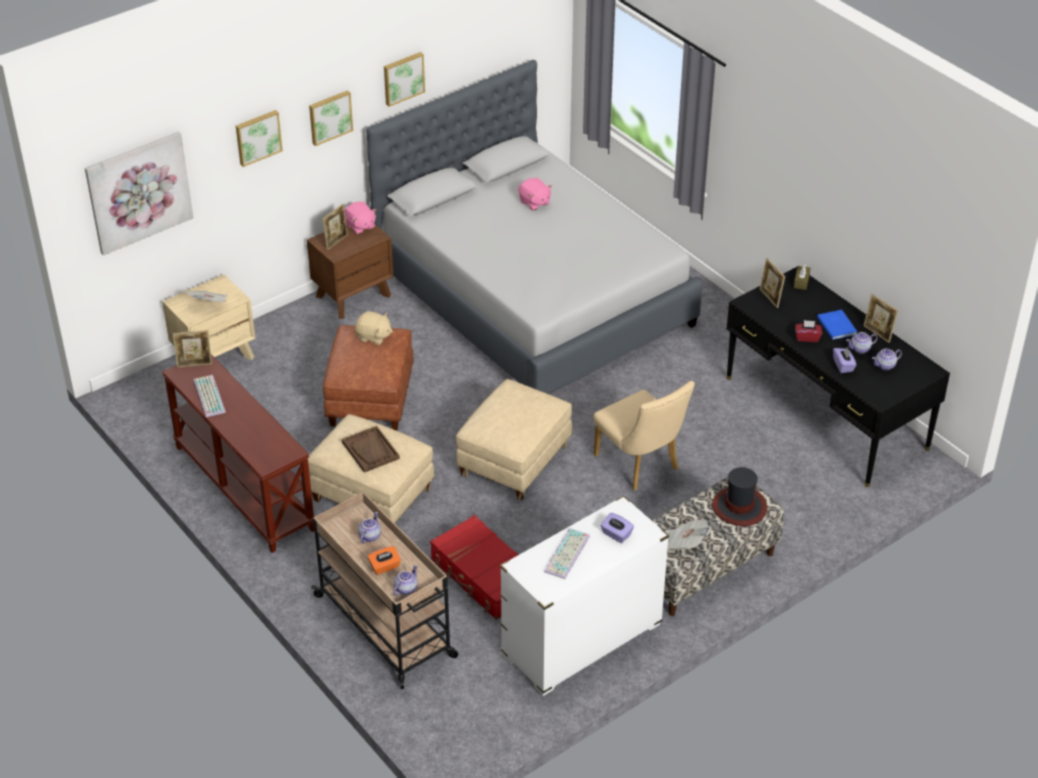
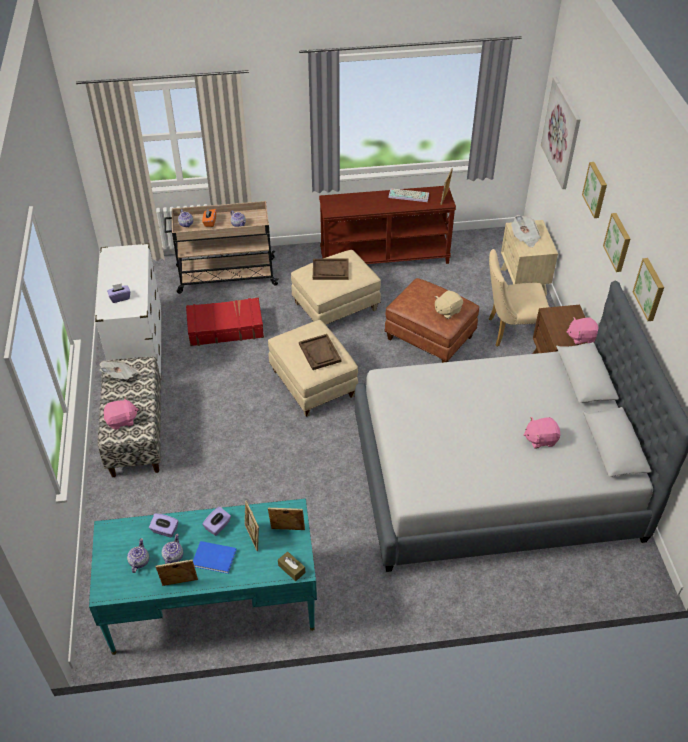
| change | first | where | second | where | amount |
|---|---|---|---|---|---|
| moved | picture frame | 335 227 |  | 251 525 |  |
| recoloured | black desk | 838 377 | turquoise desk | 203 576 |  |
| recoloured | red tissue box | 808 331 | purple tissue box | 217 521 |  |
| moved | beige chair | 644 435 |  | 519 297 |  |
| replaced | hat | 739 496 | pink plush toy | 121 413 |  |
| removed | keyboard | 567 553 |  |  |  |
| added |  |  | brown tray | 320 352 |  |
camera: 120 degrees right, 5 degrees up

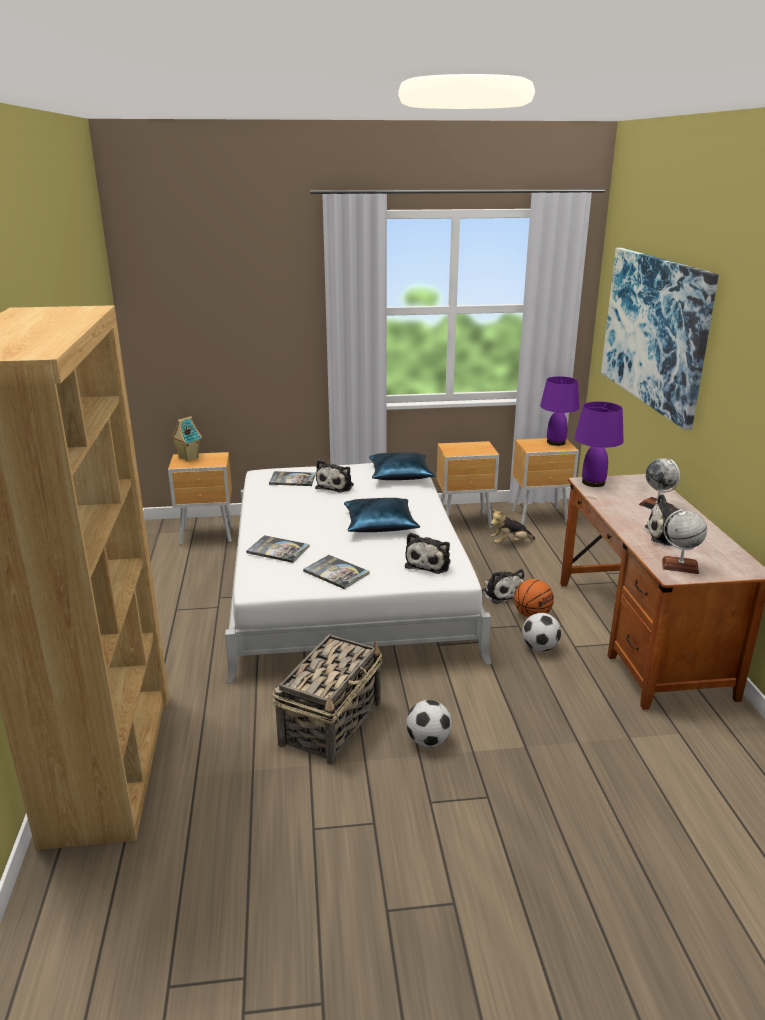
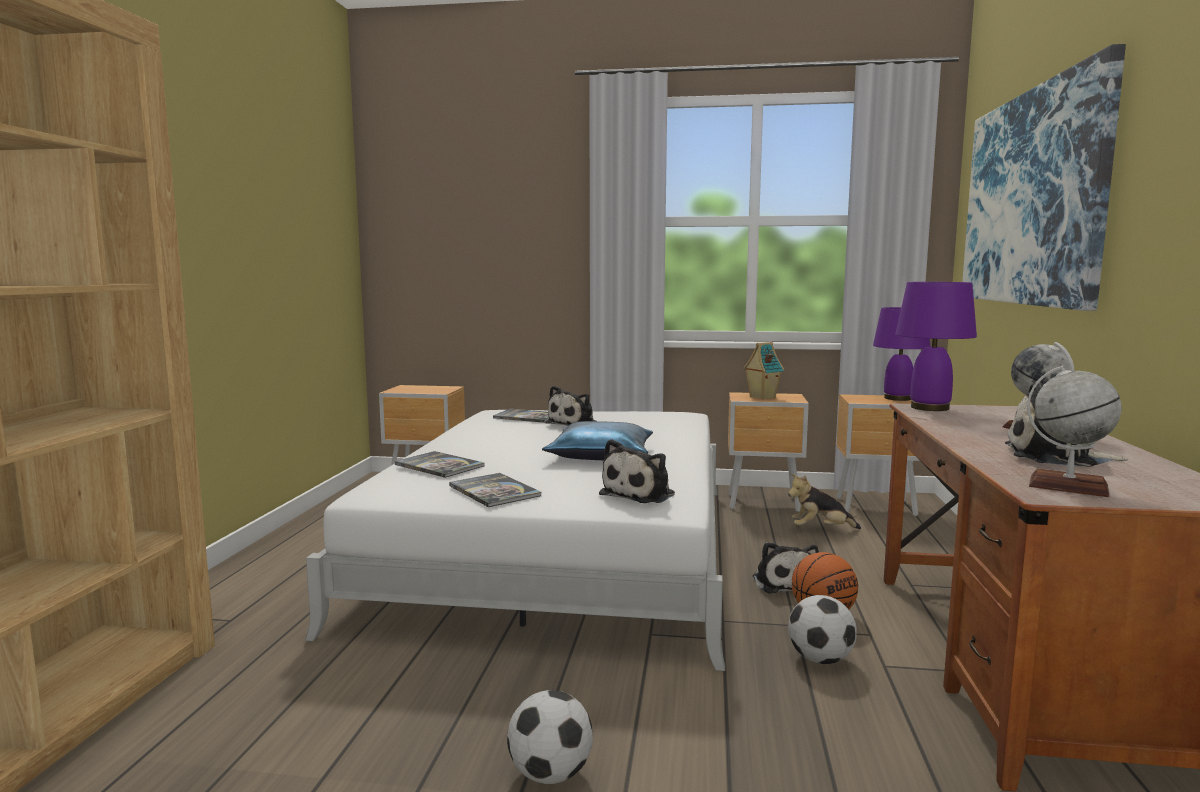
| change | first | where | second | where | amount |
|---|---|---|---|---|---|
| moved | toy house | 186 438 |  | 764 370 |  |
| removed | blue pillow | 402 466 |  |  |  |
| removed | basket | 327 699 |  |  |  |
camera: 15 degrees right, 15 degrees down

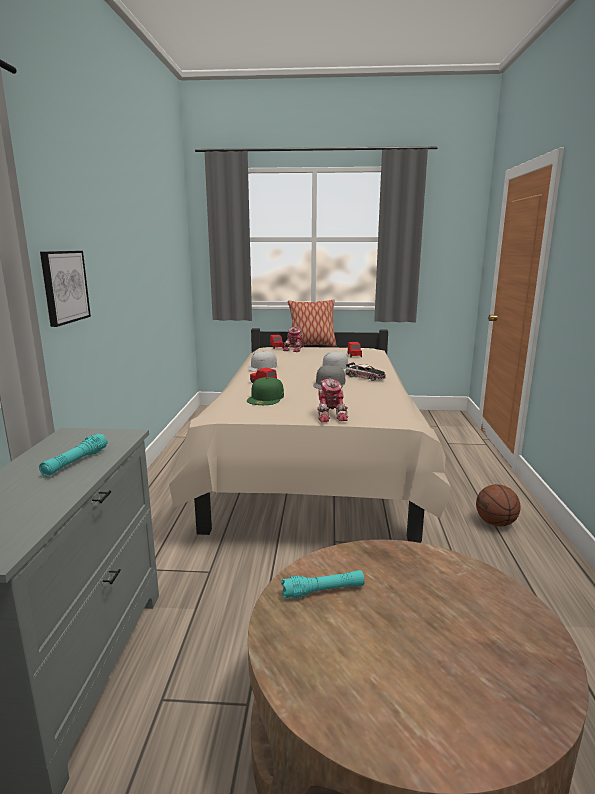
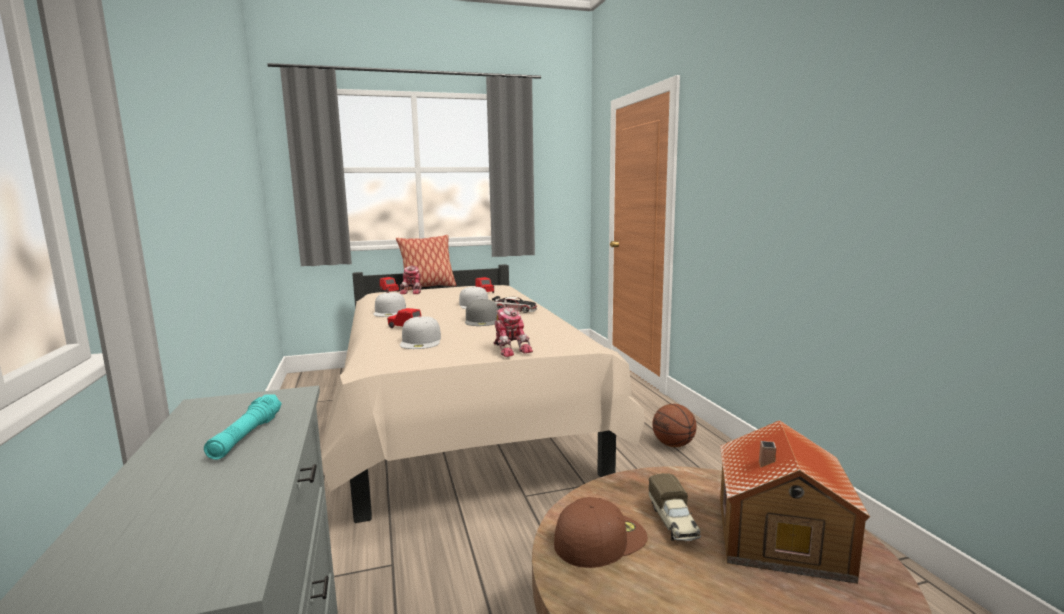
| change | first | where | second | where | amount |
|---|---|---|---|---|---|
| removed | picture | 65 289 |  |  |  |
| recoloured | green cap | 265 391 | white cap | 420 332 |  |
| replaced | turquoise flashlight | 323 584 | brown cap | 601 532 |  |
| added |  |  | toy house | 795 502 |  |
| added |  |  | toy truck | 675 507 |  |
camera: 20 degrees left, 5 degrees down

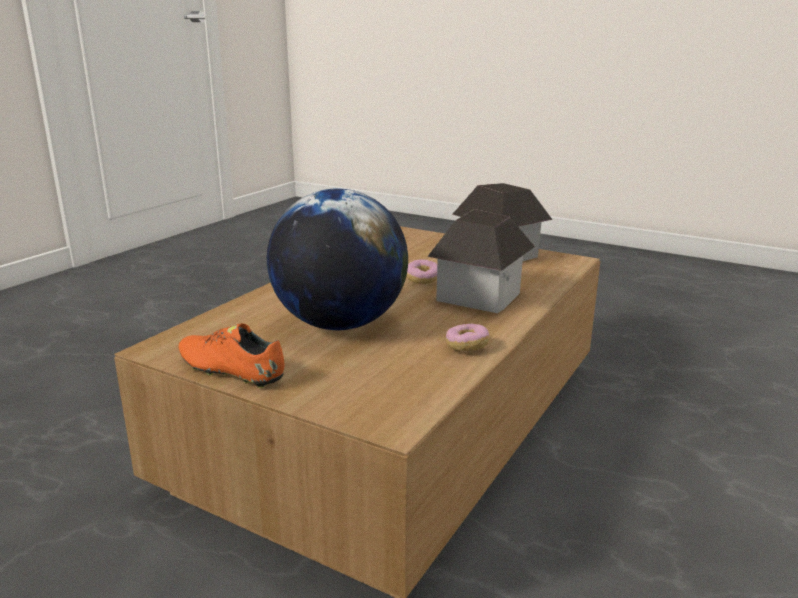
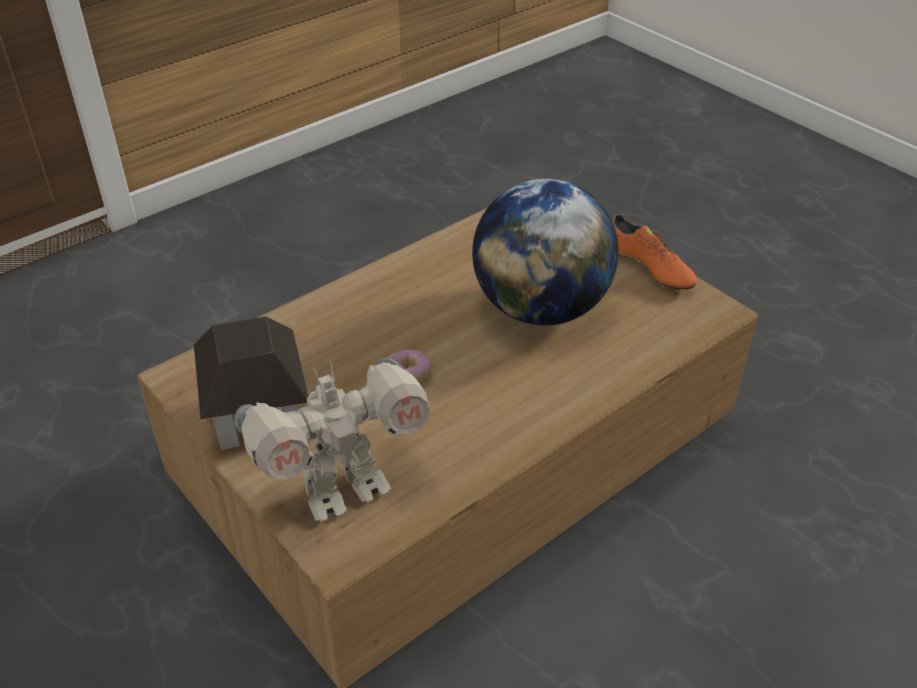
| change | first | where | second | where | amount |
|---|---|---|---|---|---|
| removed | toy house | 481 261 |  |  |  |
| removed | donut | 468 337 |  |  |  |
| added |  |  | toy robot | 332 440 |  |
camera: 160 degrees left, 20 degrees up

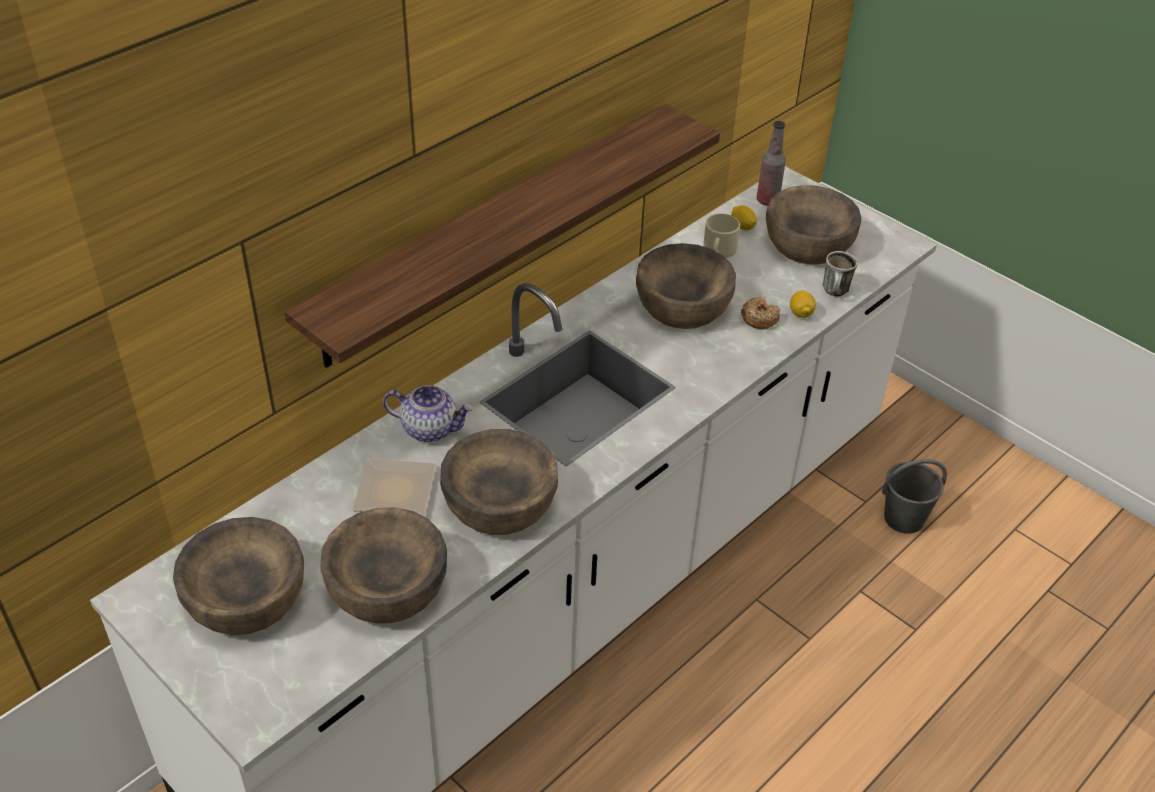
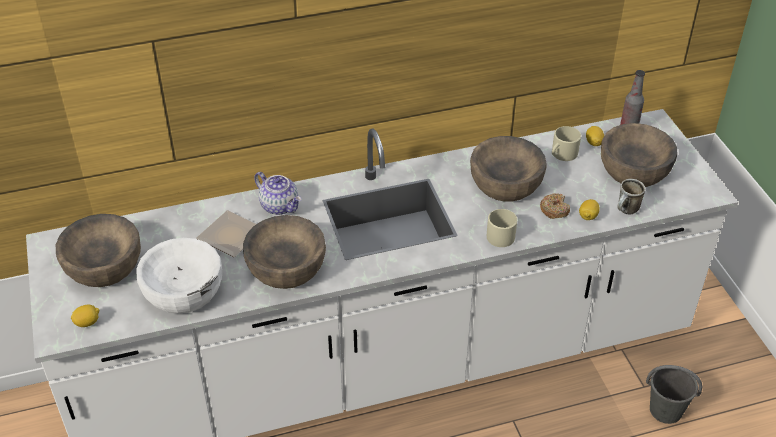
| change | first | where | second | where | amount |
|---|---|---|---|---|---|
| removed | shelf | 502 236 |  |  |  |
| recoloured | brown bowl | 383 565 | white bowl | 179 276 |  |
| added |  |  | beige mug | 502 228 |  |
| added |  |  | lemon | 85 316 |  |
camera: 30 degrees right, 0 degrees up

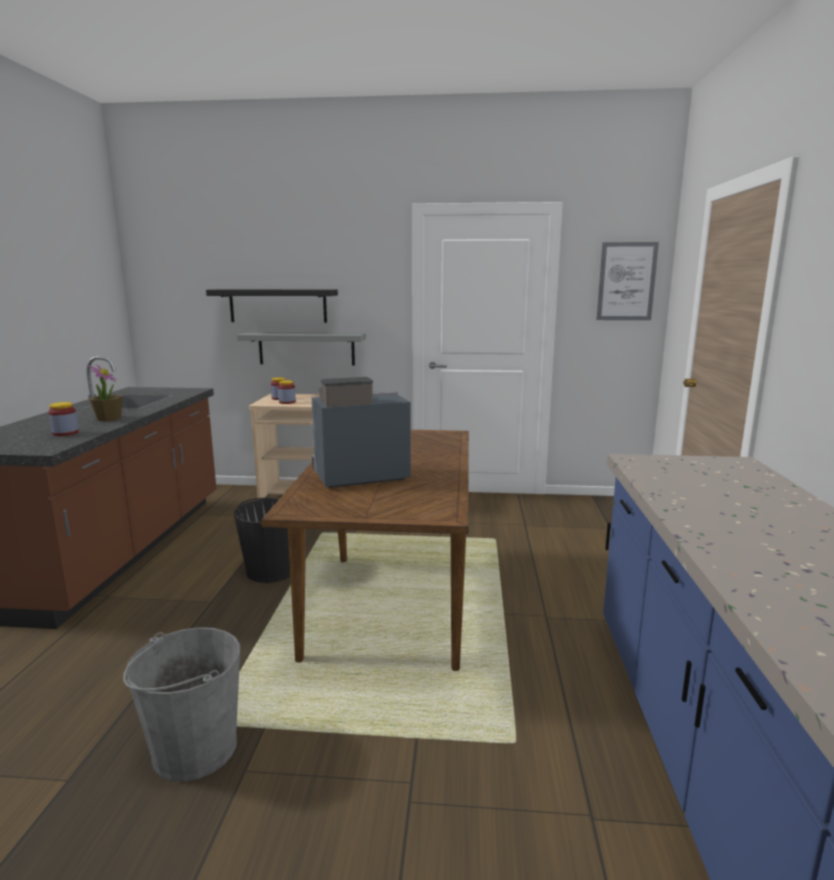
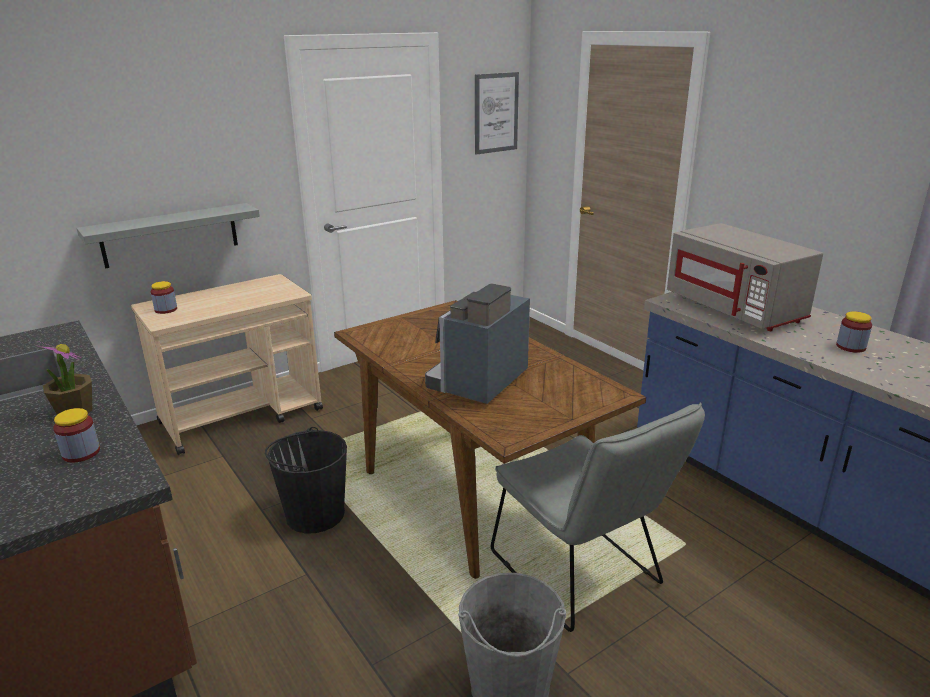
| change | first | where | second | where | amount |
|---|---|---|---|---|---|
| removed | black shelf | 272 306 |  |  |  |
| moved | jar | 287 392 |  | 854 332 |  |
| added |  |  | grey microwave | 745 277 |  |
| added |  |  | grey chair | 598 517 |  |
camera: 40 degrees left, 10 degrees up

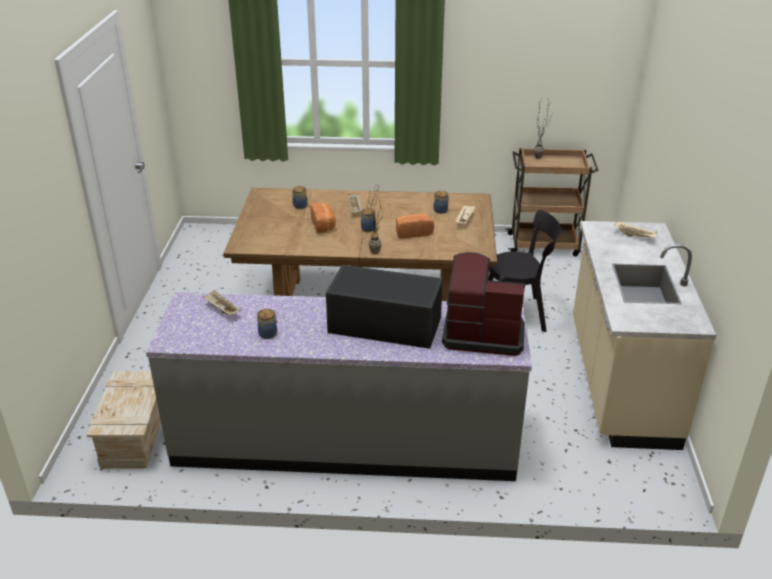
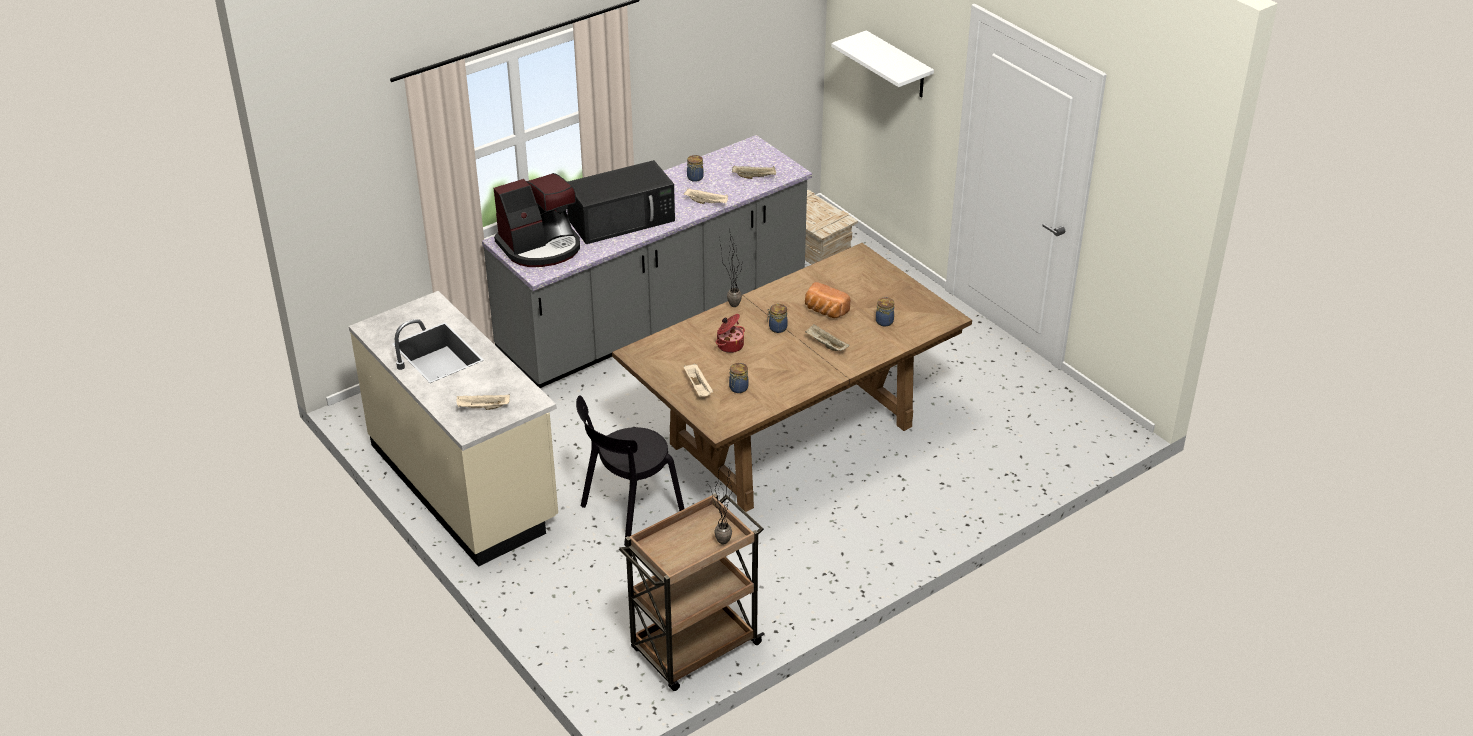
| change | first | where | second | where | amount |
|---|---|---|---|---|---|
| replaced | bread | 415 226 | cooking pot | 730 333 |  |
| added |  |  | white shelf | 882 64 |  |
| added |  |  | beige tray | 706 196 |  |
camera: 140 degrees right, 5 degrees up

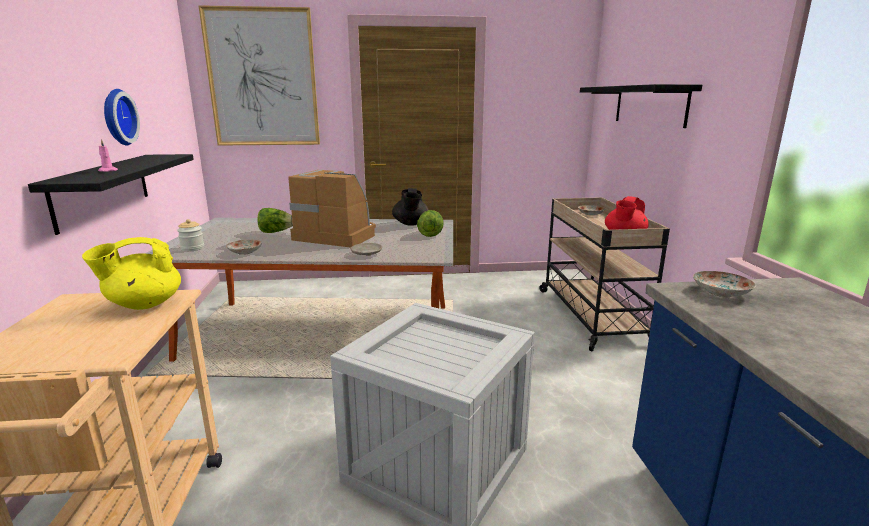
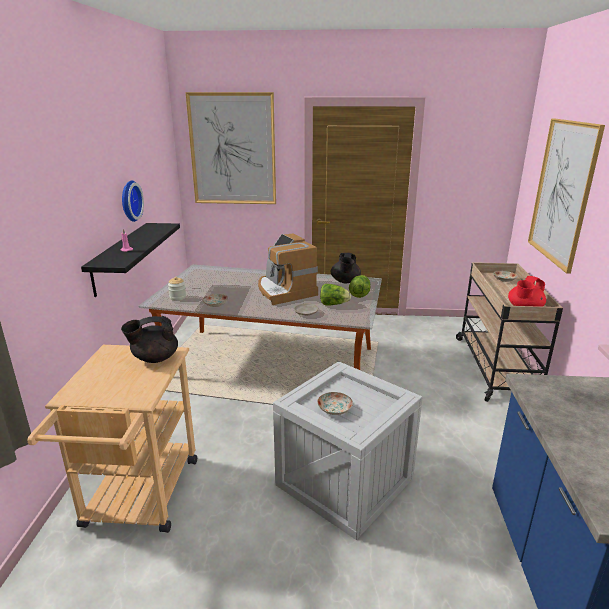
| change | first | where | second | where | amount |
|---|---|---|---|---|---|
| replaced | black shelf | 641 106 | picture | 566 196 |  |
| turned | coffee machine | 332 209 |  | 288 269 | 150 degrees counterclockwise |
| moved | lettuce | 275 220 |  | 335 295 |  |
| recoloured | yellow teapot | 131 273 | black teapot | 149 339 |  |
| moved | plate | 724 284 |  | 335 403 |  |
camera: 10 degrees right, 5 degrees up

